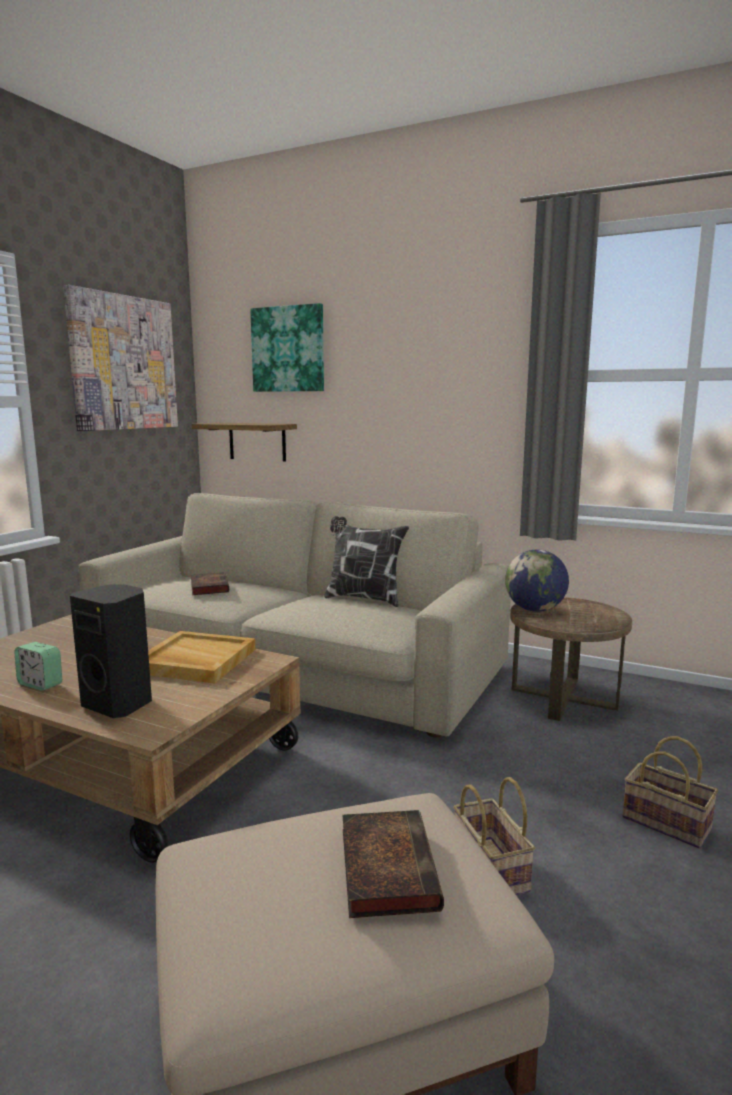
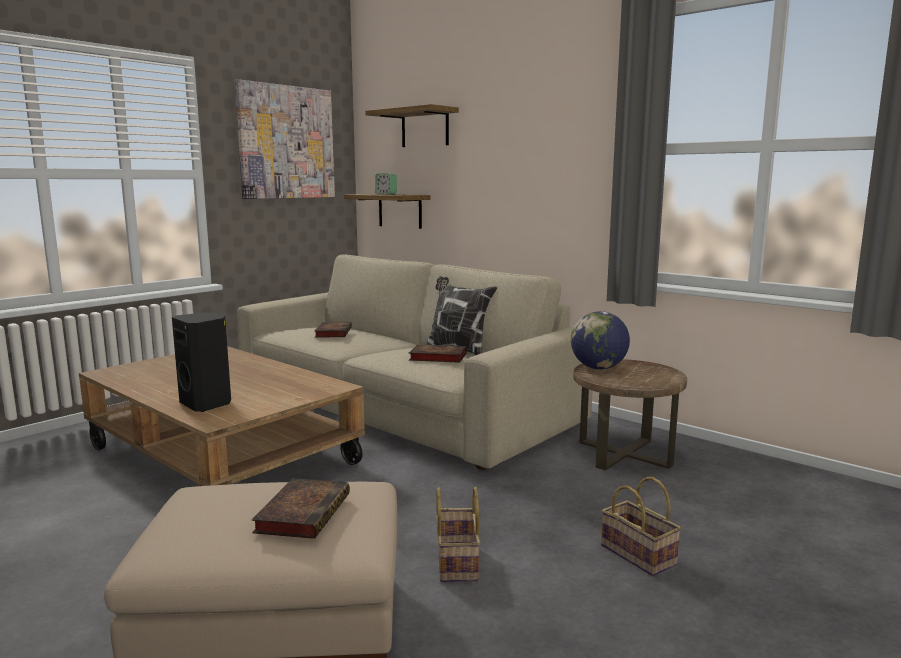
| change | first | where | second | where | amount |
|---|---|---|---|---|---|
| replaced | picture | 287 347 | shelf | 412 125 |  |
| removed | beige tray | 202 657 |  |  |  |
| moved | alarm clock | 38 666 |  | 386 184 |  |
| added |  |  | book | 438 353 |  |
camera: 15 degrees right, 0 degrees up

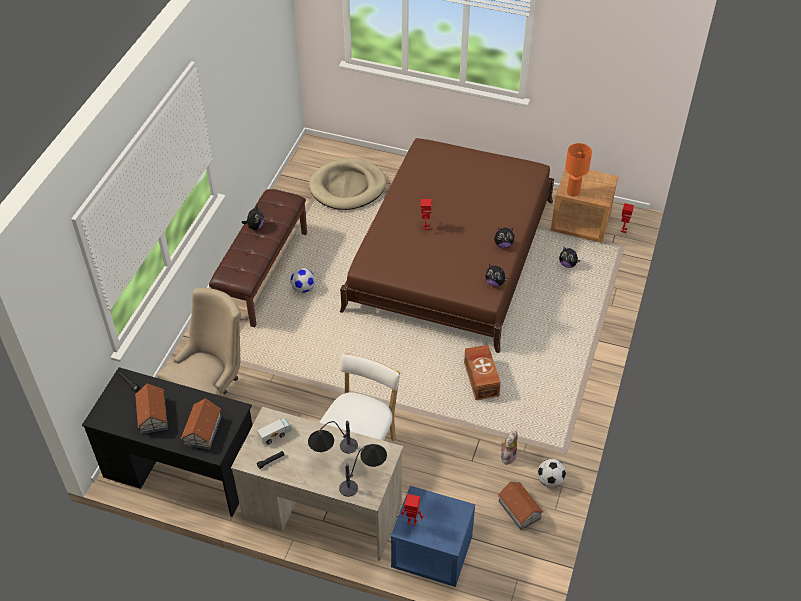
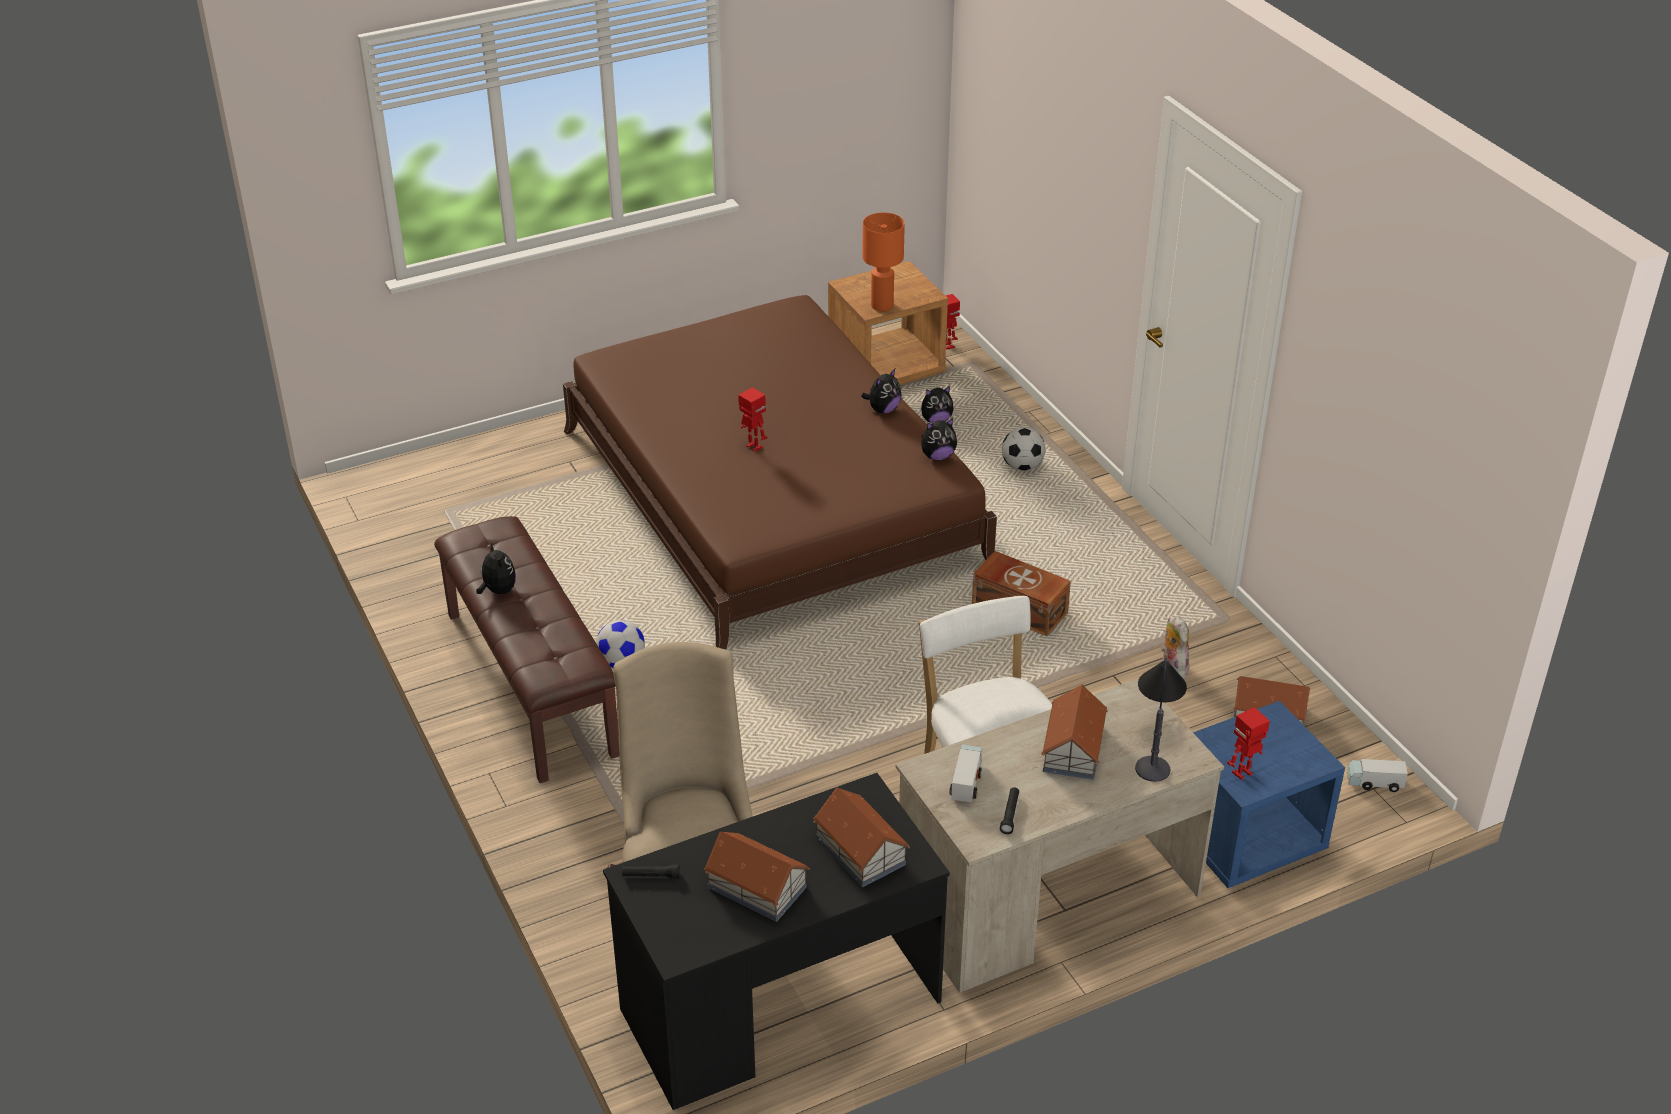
| change | first | where | second | where | amount |
|---|---|---|---|---|---|
| removed | beige dog bed | 347 184 |  |  |  |
| replaced | table lamp | 333 437 | toy house | 1074 732 |  |
| moved | football | 551 473 |  | 1023 449 |  |
| added |  |  | toy truck | 1377 775 |  |
camera: 45 degrees left, 10 degrees down

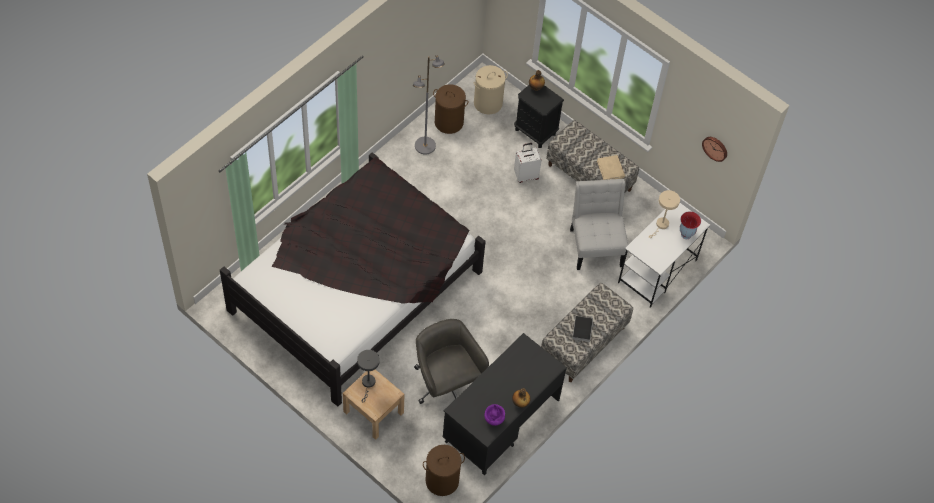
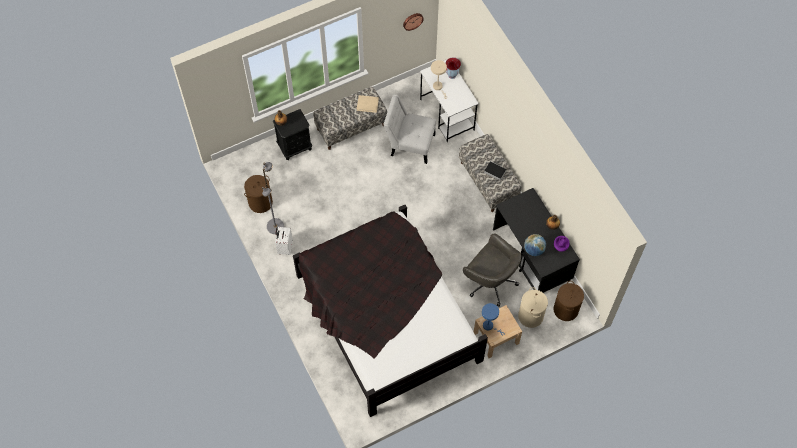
| change | first | where | second | where | amount |
|---|---|---|---|---|---|
| moved | beige laundry basket | 491 89 |  | 533 307 |  |
| moved | white suitcase | 528 163 |  | 284 241 |  |
| turned | grey office chair | 451 361 |  | 492 270 | 135 degrees counterclockwise |
| recoloured | grey table lamp | 368 376 | blue table lamp | 493 319 |  |
| added |  |  | globe | 535 245 |  |
camera: 65 degrees left, 5 degrees up

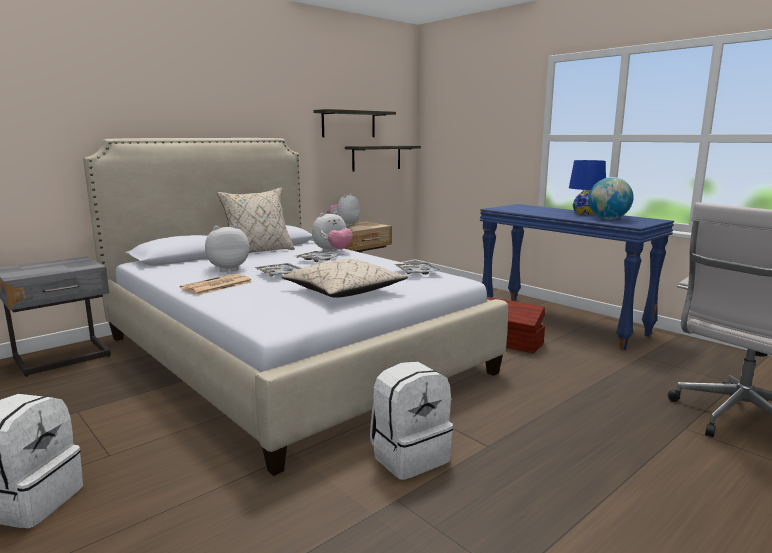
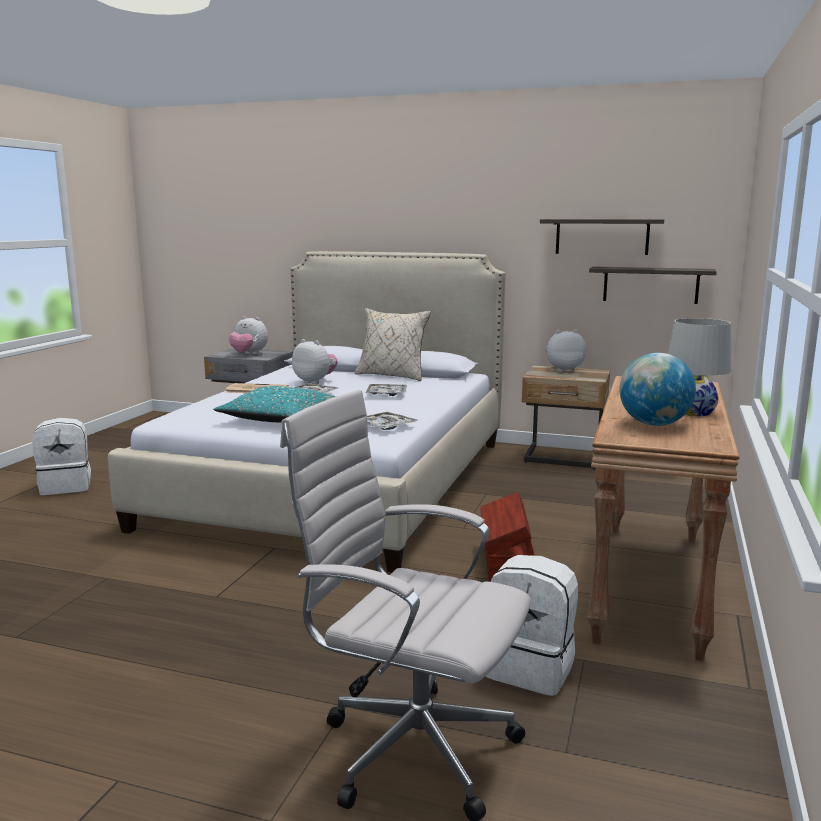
| change | first | where | second | where | amount |
|---|---|---|---|---|---|
| recoloured | blue table lamp | 587 187 | white table lamp | 700 367 |  |
| recoloured | blue console table | 577 277 | brown console table | 663 518 |  |
| moved | plush toy | 332 231 |  | 248 335 |  |
| recoloured | beige pillow | 345 278 | turquoise pillow | 274 404 |  |
| moved | white backpack | 411 421 |  | 532 625 |  |
camera: 60 degrees right, 0 degrees up

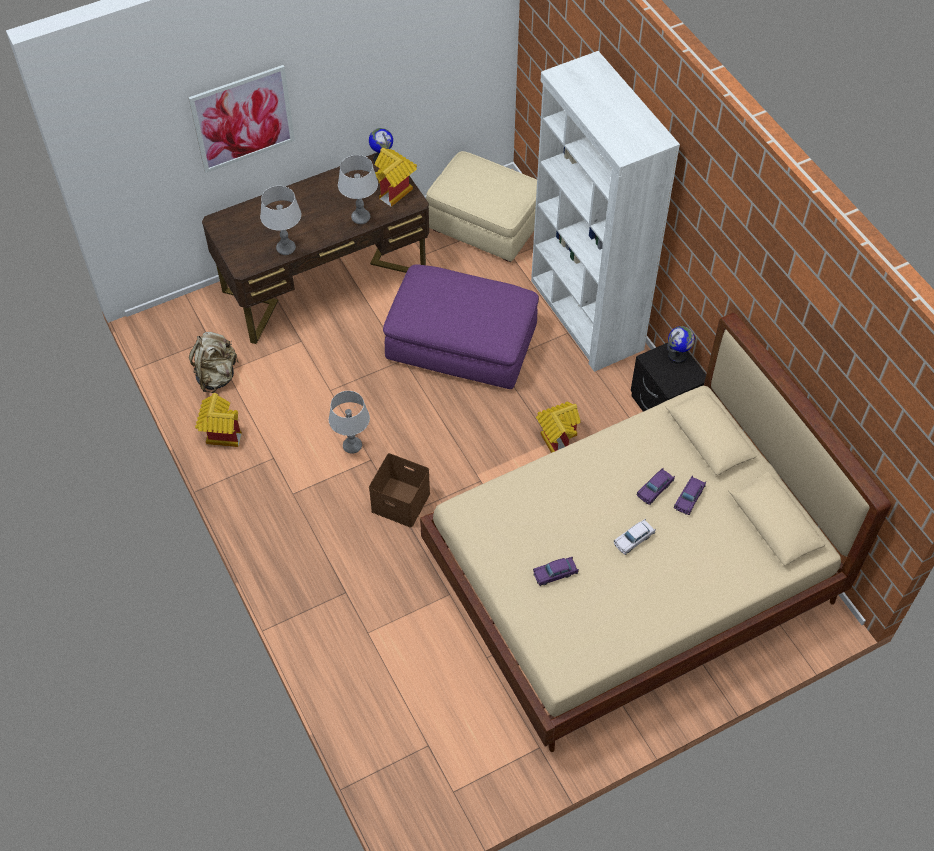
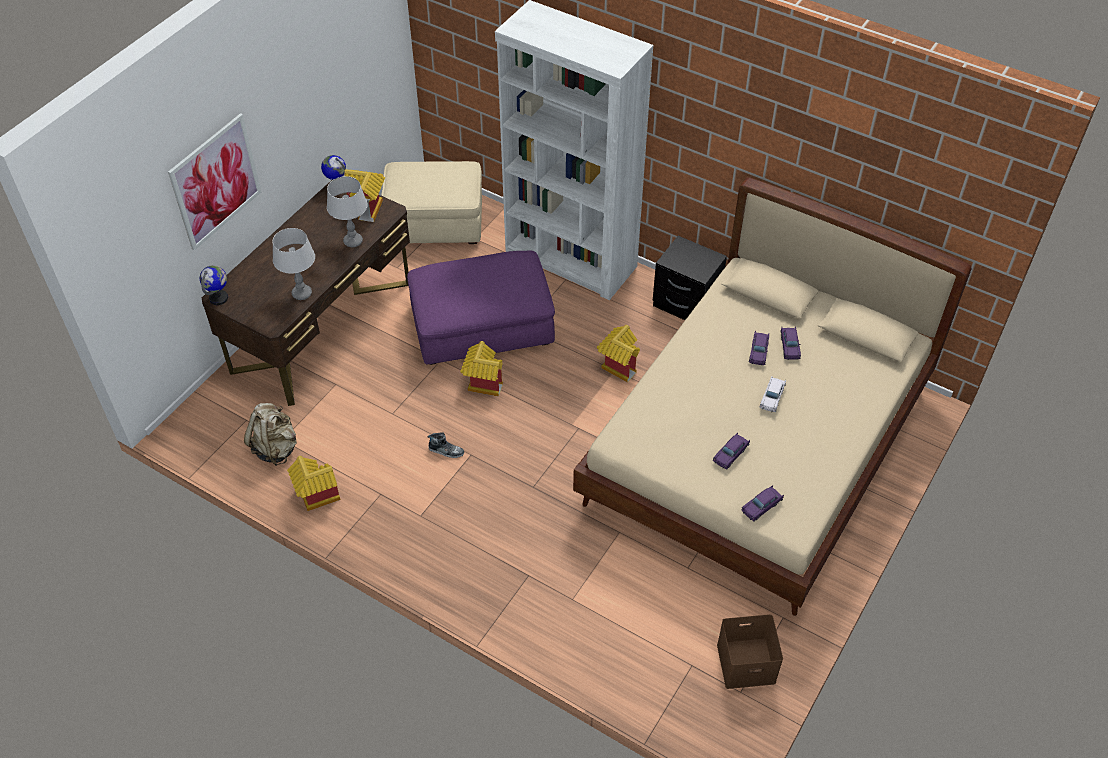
| change | first | where | second | where | amount |
|---|---|---|---|---|---|
| moved | globe | 681 345 |  | 214 285 |  |
| replaced | grey table lamp | 349 422 | shoe | 446 445 |  |
| moved | brown storage box | 399 490 |  | 750 651 |  |
| added |  |  | toy house | 481 369 |  |
| added |  |  | purple toy car | 763 503 |  |
camera: 30 degrees left, 5 degrees down

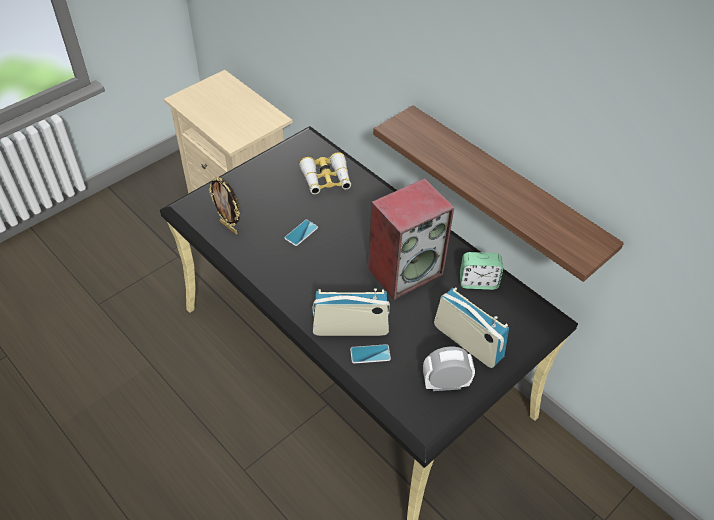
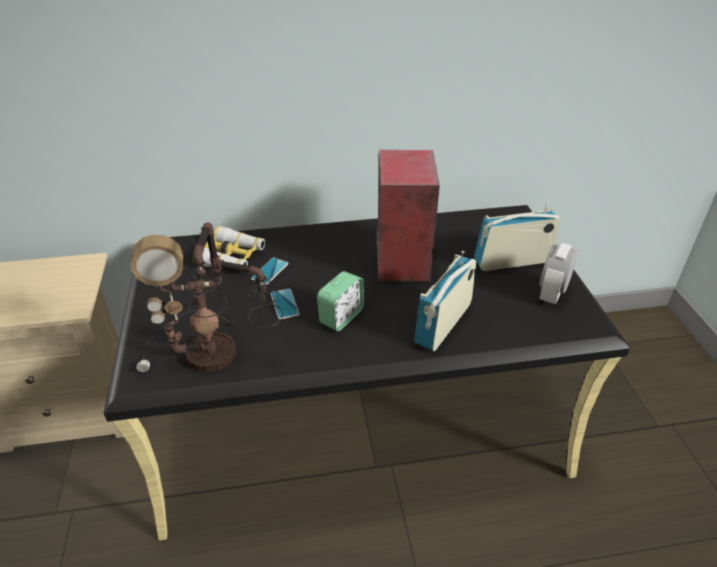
| change | first | where | second | where | amount |
|---|---|---|---|---|---|
| removed | shelf | 498 193 |  |  |  |
| replaced | picture frame | 224 205 | table lamp | 207 297 |  |
| moved | alarm clock | 481 271 |  | 340 301 |  |
| moved | phone | 370 354 |  | 269 271 |  |
camera: 55 degrees left, 10 degrees down

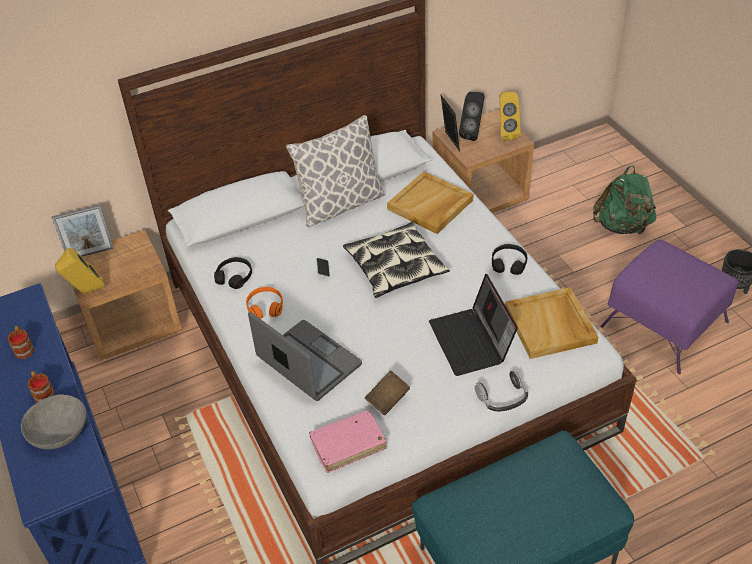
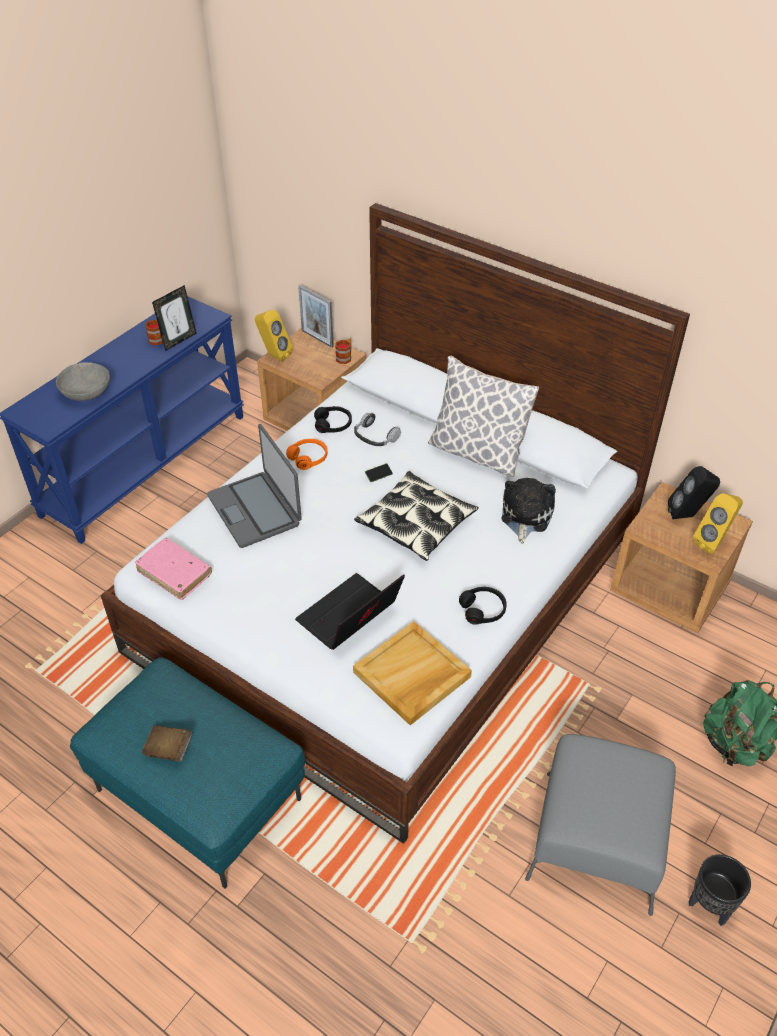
| change | first | where | second | where | amount |
|---|---|---|---|---|---|
| moved | picture frame | 450 123 |  | 174 318 |  |
| replaced | beige tray | 430 202 | plush toy | 528 510 |  |
| recoloured | purple ottoman | 669 307 | grey ottoman | 600 825 |  |
| turned | laptop | 305 356 |  | 254 486 | 135 degrees clockwise |
| moved | mug | 41 386 |  | 343 351 |  |
| moved | brown book | 387 393 |  | 166 743 |  |
| moved | headphones | 501 391 |  | 377 429 |  |
camera: 60 degrees right, 0 degrees up

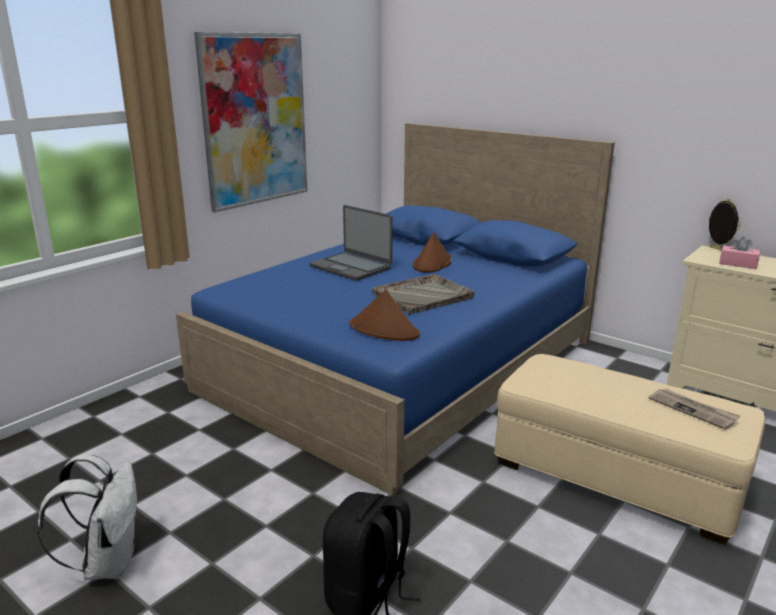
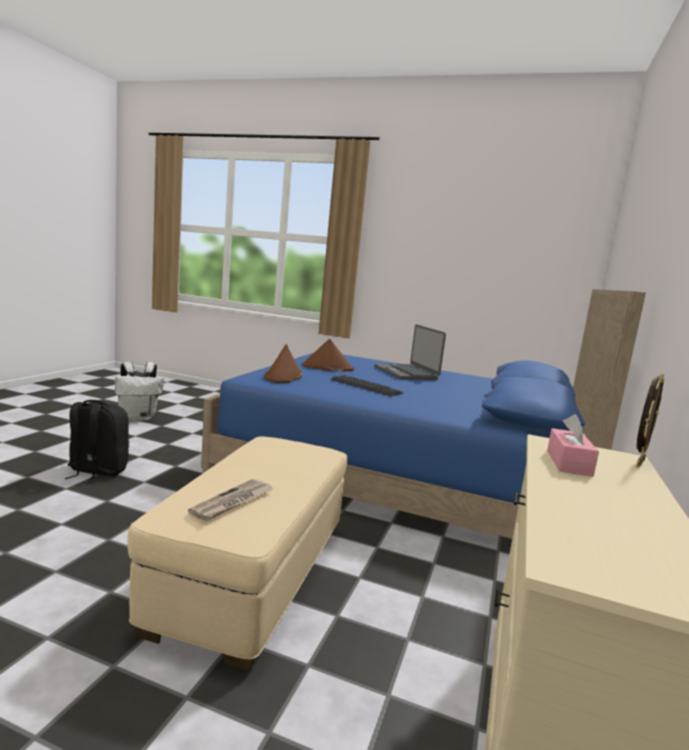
| change | first | where | second | where | amount |
|---|---|---|---|---|---|
| removed | picture | 250 122 |  |  |  |
| turned | laptop | 351 243 |  | 410 352 | 45 degrees counterclockwise |
| moved | brown hat | 432 252 |  | 328 355 |  |
| replaced | grey tray | 423 294 | keyboard | 367 385 |  |
camera: 70 degrees right, 10 degrees down

